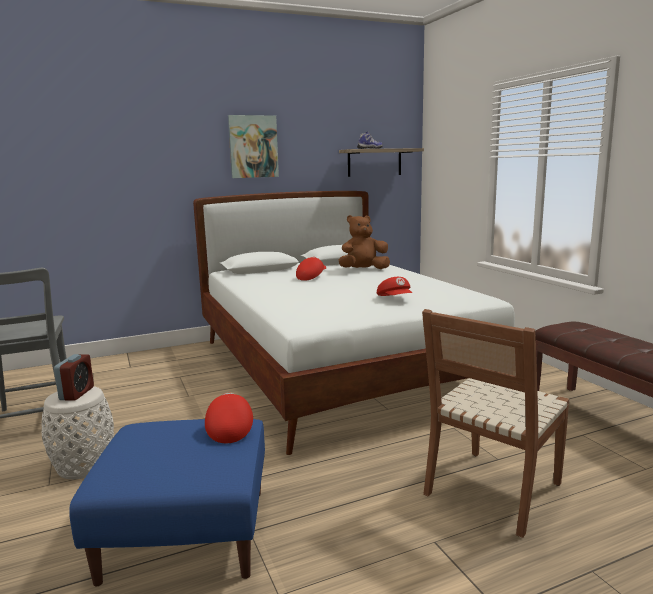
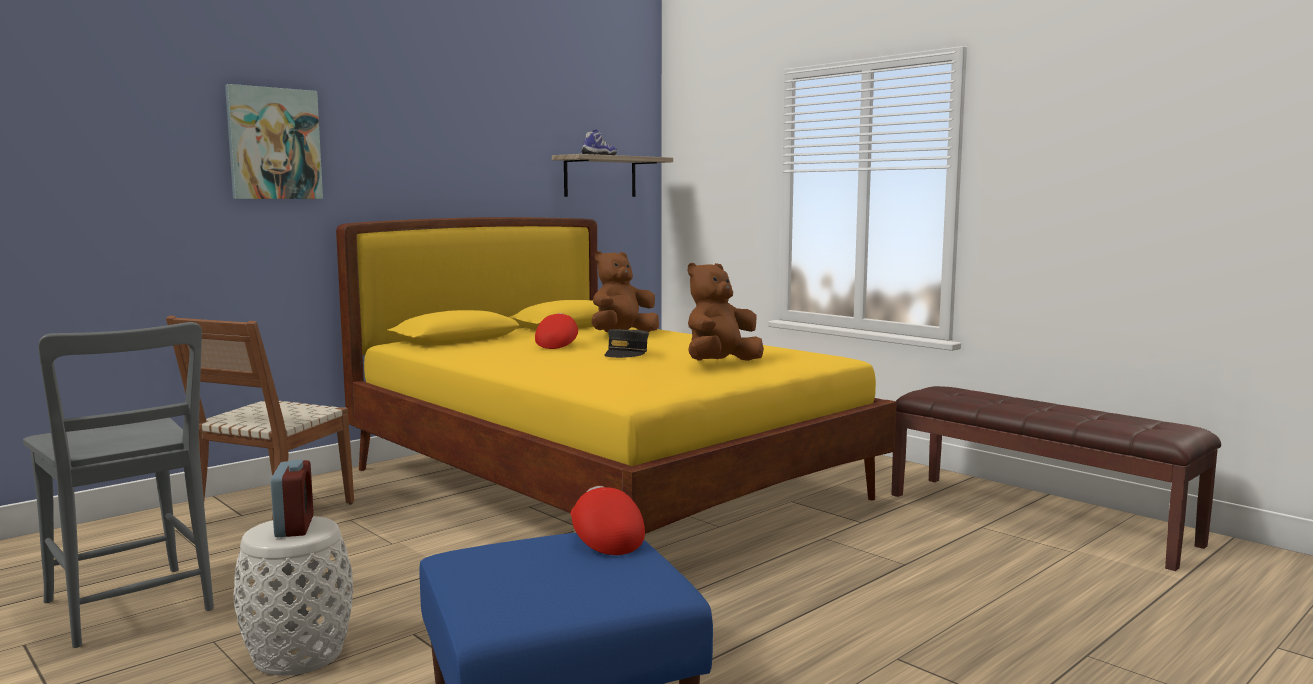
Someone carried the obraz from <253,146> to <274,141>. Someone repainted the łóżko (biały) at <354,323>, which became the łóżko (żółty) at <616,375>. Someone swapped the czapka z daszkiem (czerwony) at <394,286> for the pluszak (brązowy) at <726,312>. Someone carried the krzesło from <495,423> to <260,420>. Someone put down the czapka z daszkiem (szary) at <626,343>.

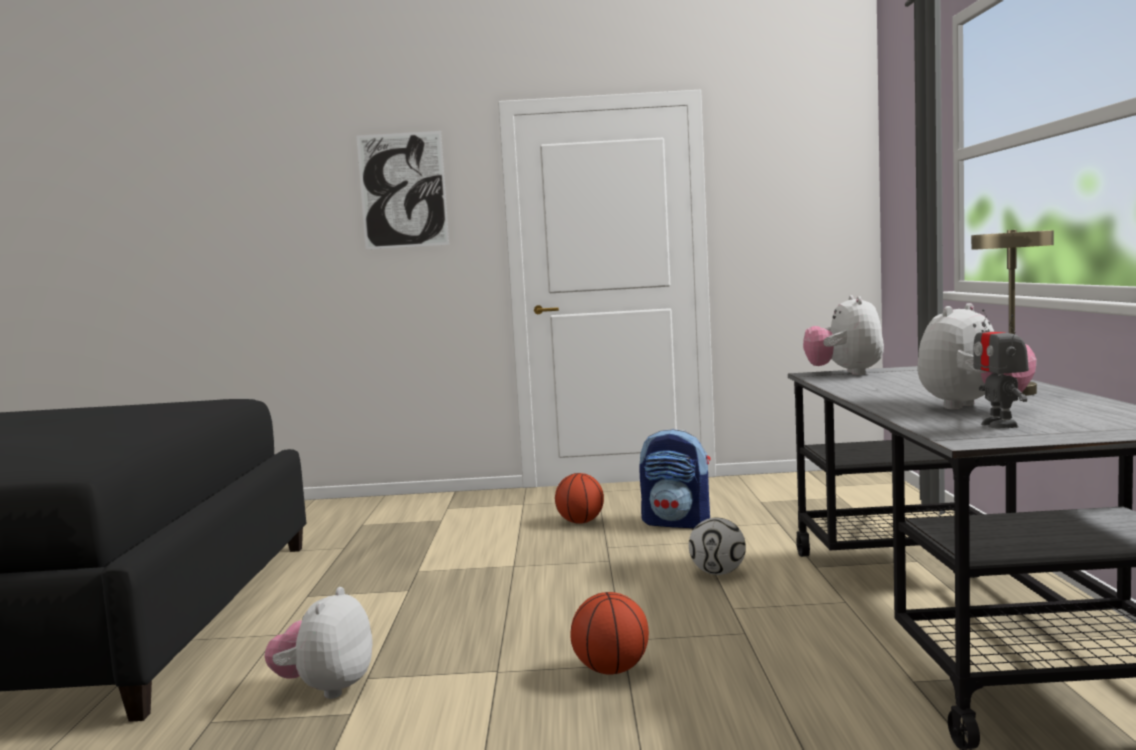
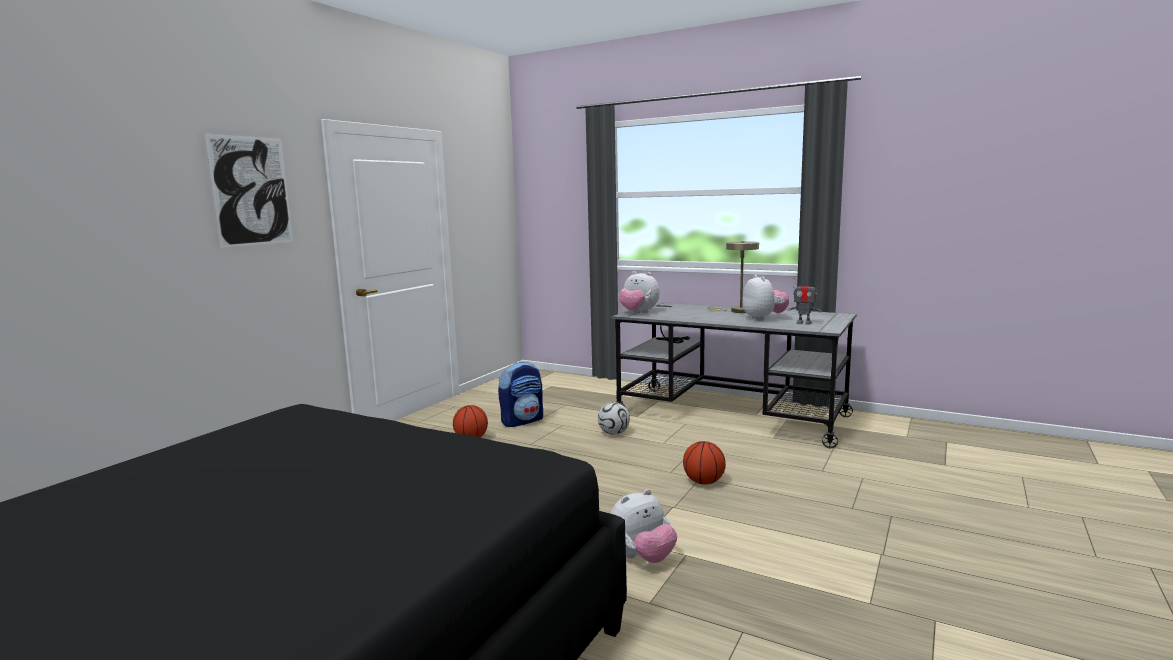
Someone rotated the pluszak at <319,643> by 75 degrees counterclockwise.

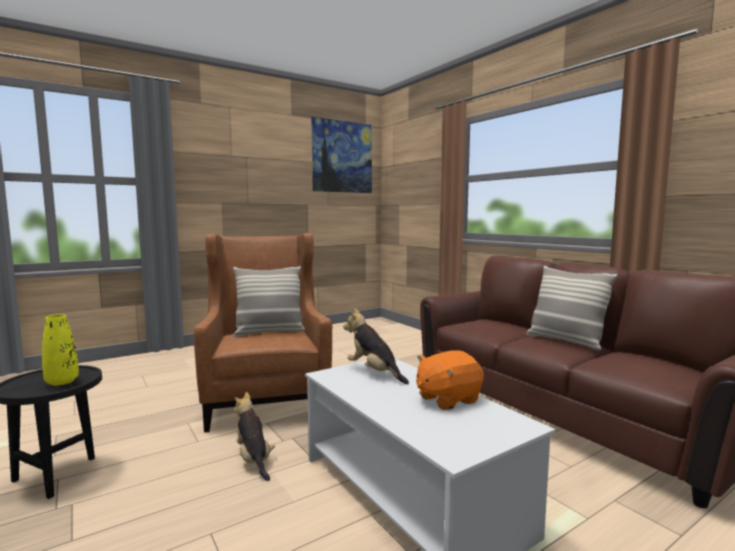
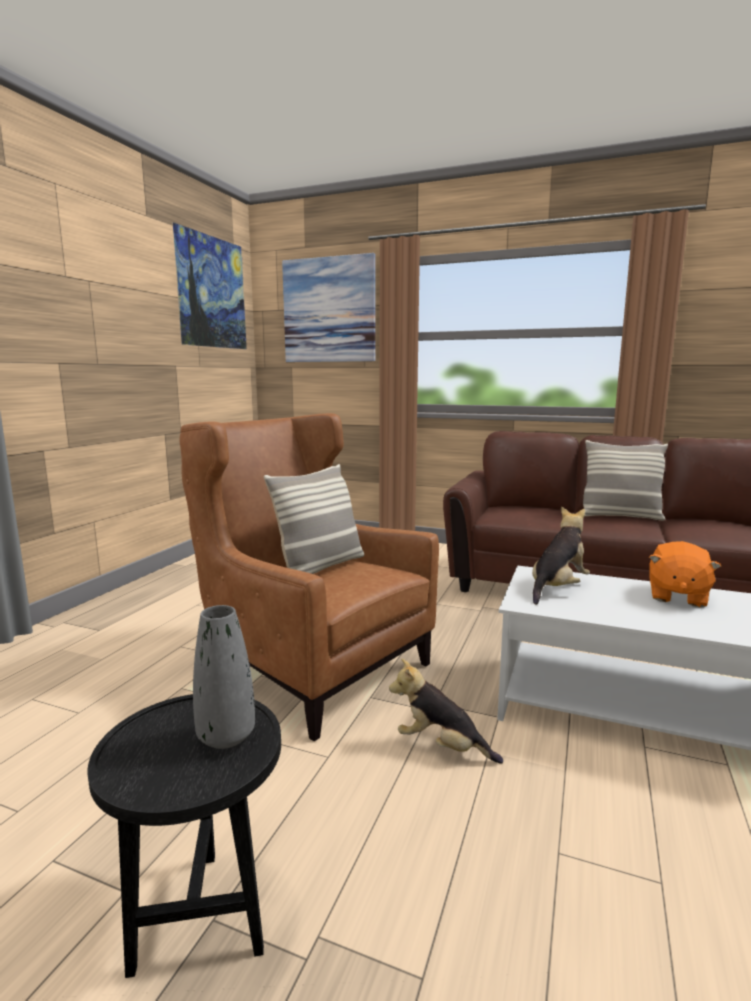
Someone rotated the pluszak at <376,346> by 120 degrees clockwise. Someone repainted the wazon (żółty) at <60,350>, which became the wazon (szary) at <224,677>. Someone put up the obraz at <328,307>.

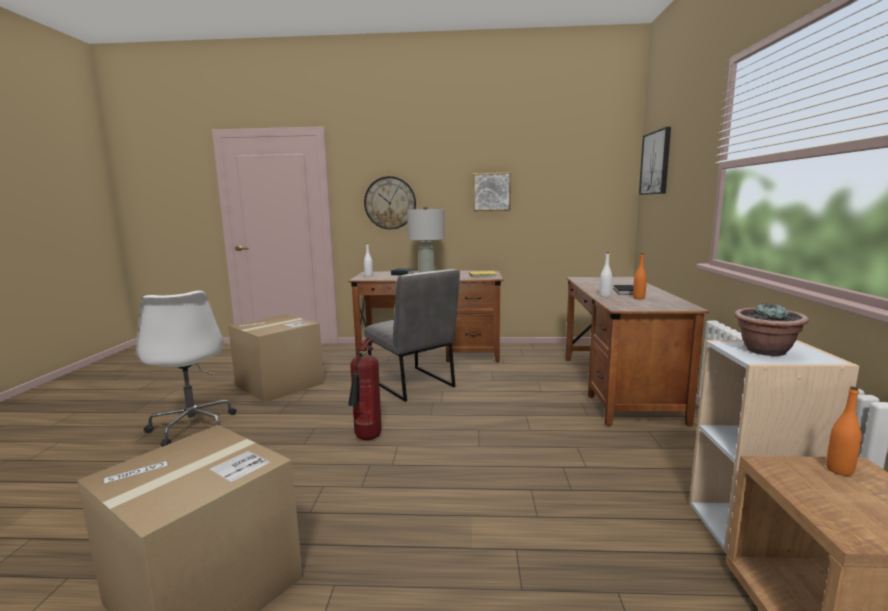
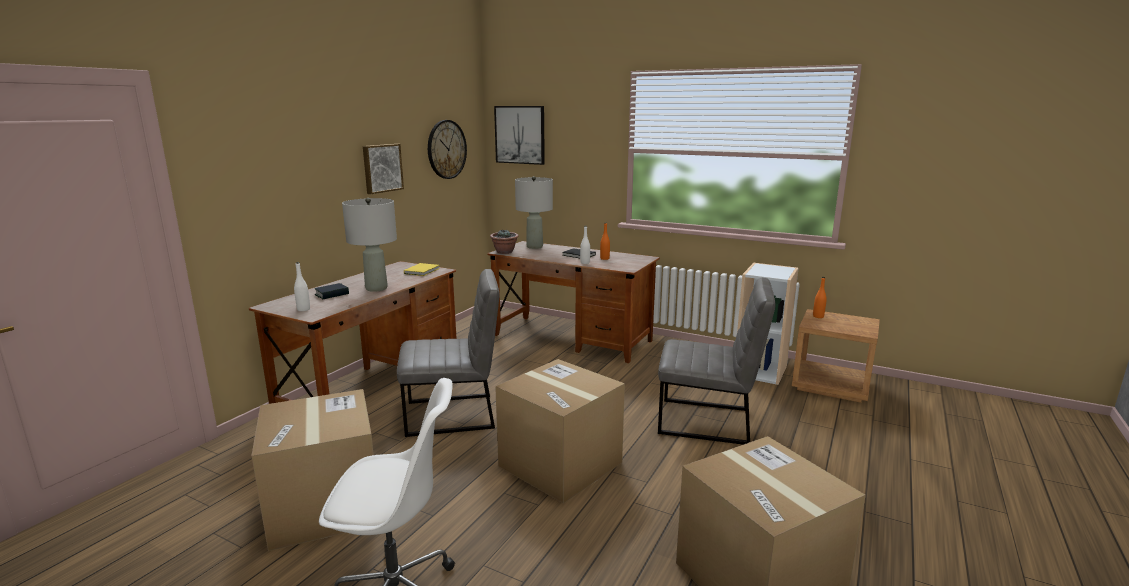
Someone carried the zegar ścienny from <390,203> to <447,149>. Someone carried the roślina doniczkowa from <771,329> to <504,241>. Someone swapped the gaśnica at <365,389> for the karton at <560,431>. Someone put down the lampa stołowa (szary) at <534,212>. Someone put down the krzesło (szary) at <717,361>.

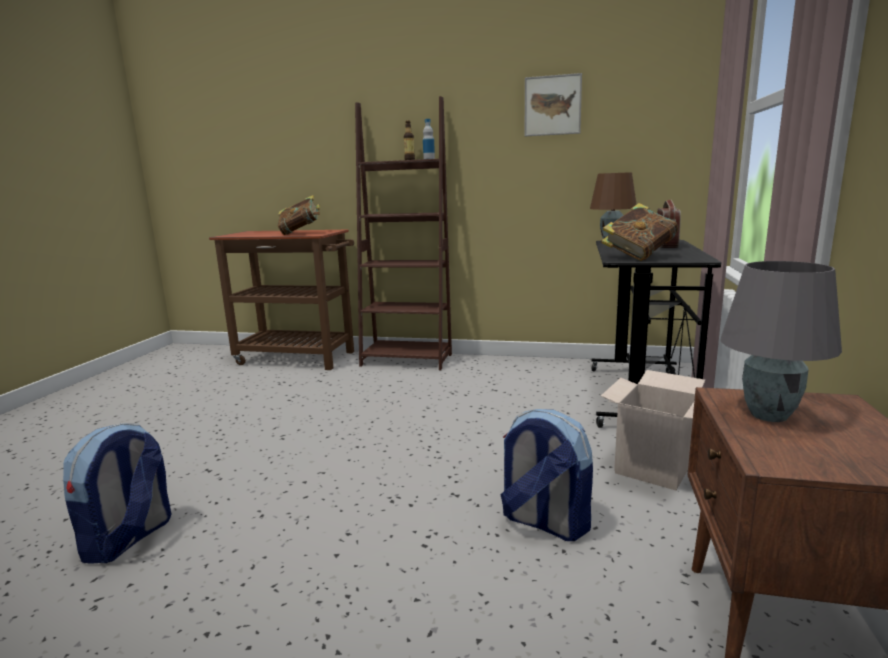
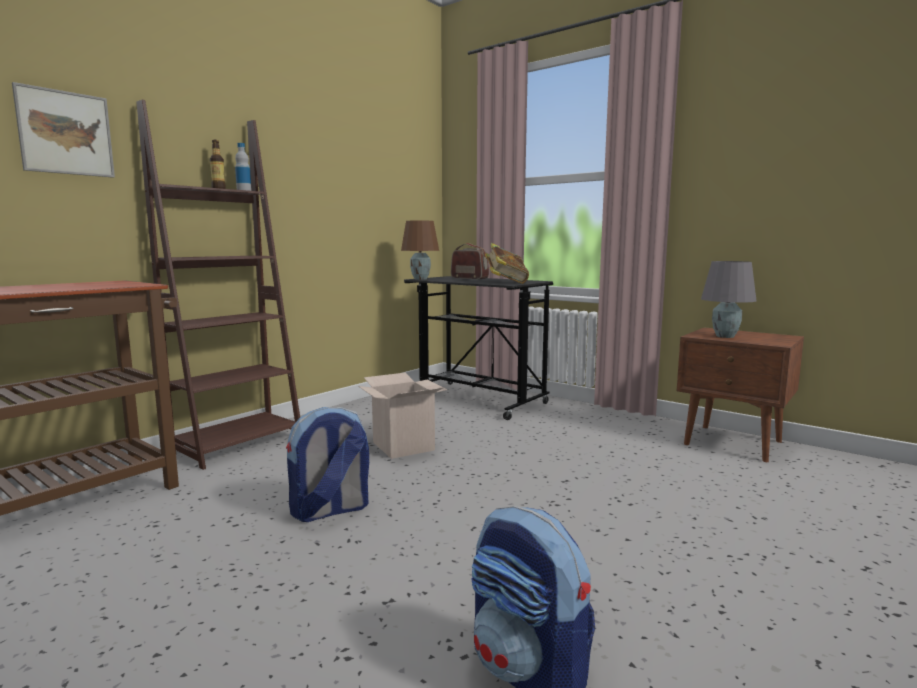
Someone carried the obraz from <553,104> to <63,130>. Someone took away the książka at <298,215>. Someone carried the karton from <653,430> to <402,416>. Someone carried the plecak from <546,475> to <327,464>.

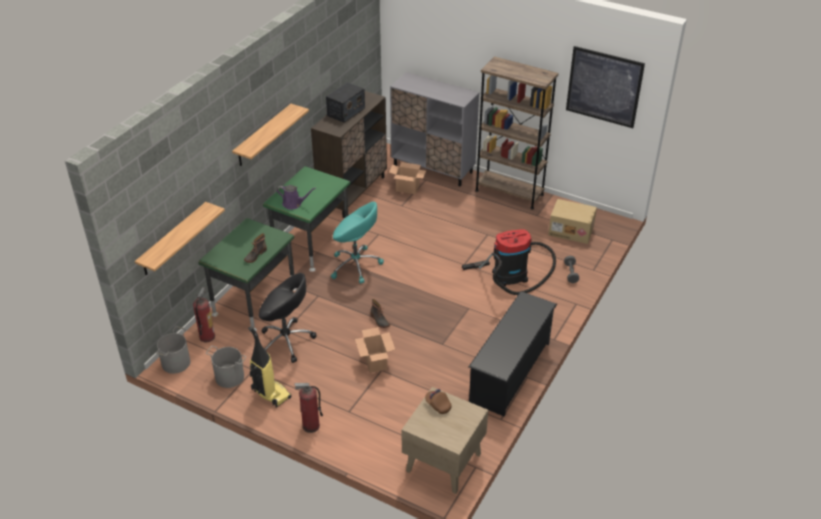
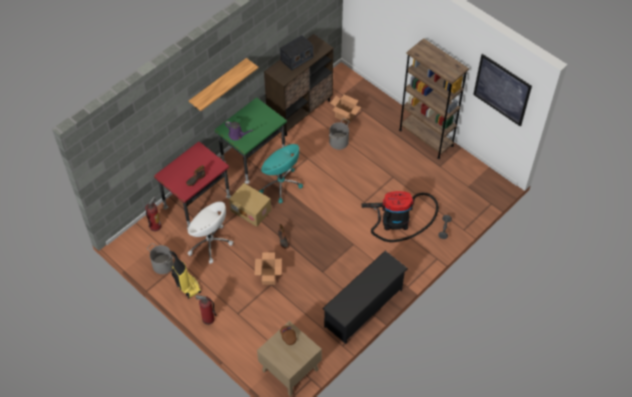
Someone took away the szafka (szary) at <434,129>. Someone carried the karton from <572,221> to <250,205>. Someone took away the półka at <180,238>. Someone repainted the biurko (zielony) at <247,275>, which became the biurko (czerwony) at <192,185>. Someone repainted the krzesło biurowe (czarny) at <287,318>, which became the krzesło biurowe (biały) at <210,233>. Someone carried the wiadro (szary) from <173,350> to <339,134>.

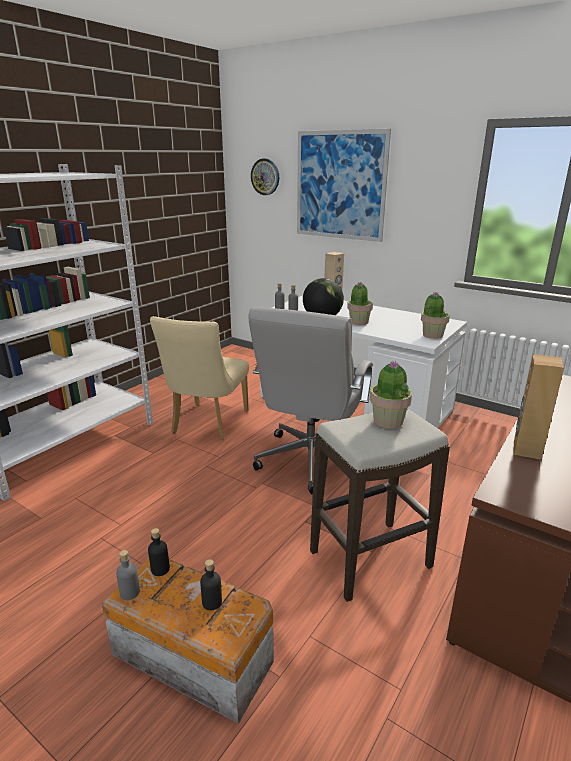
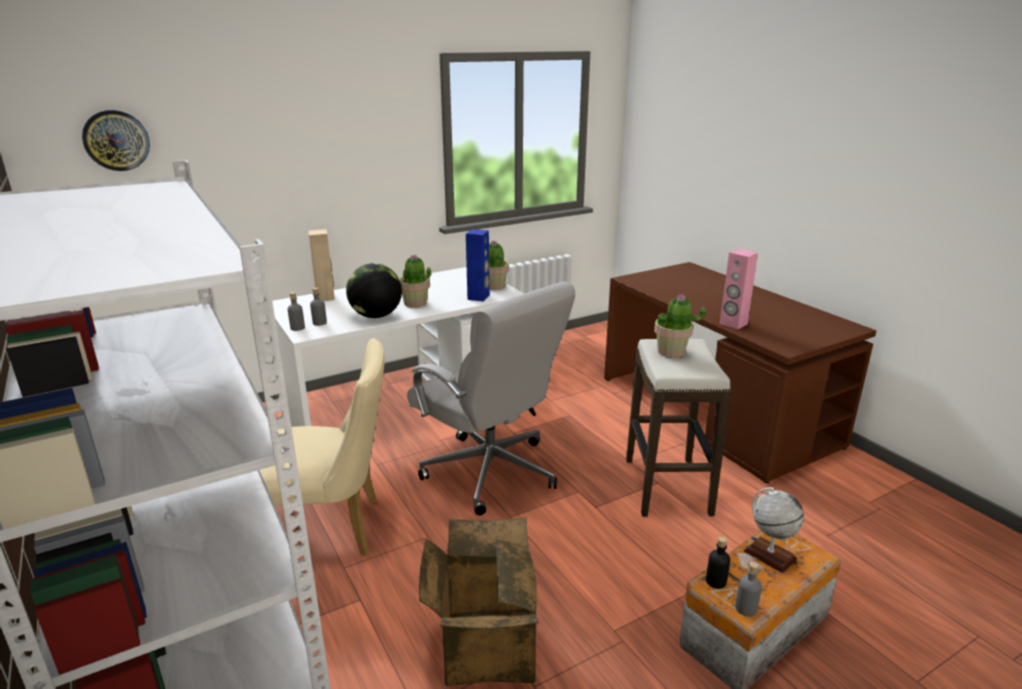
Someone took away the obraz at <344,185>. Someone rotated the krzesło (beżowy) at <199,378> by 45 degrees counterclockwise. Someone repainted the głośnik (brązowy) at <539,407>, which became the głośnik (różowy) at <738,289>. Someone swapped the butelka (czarny) at <211,584> for the globus at <774,530>. Someone put down the głośnik (niebieski) at <478,265>. Someone put down the karton at <479,601>.

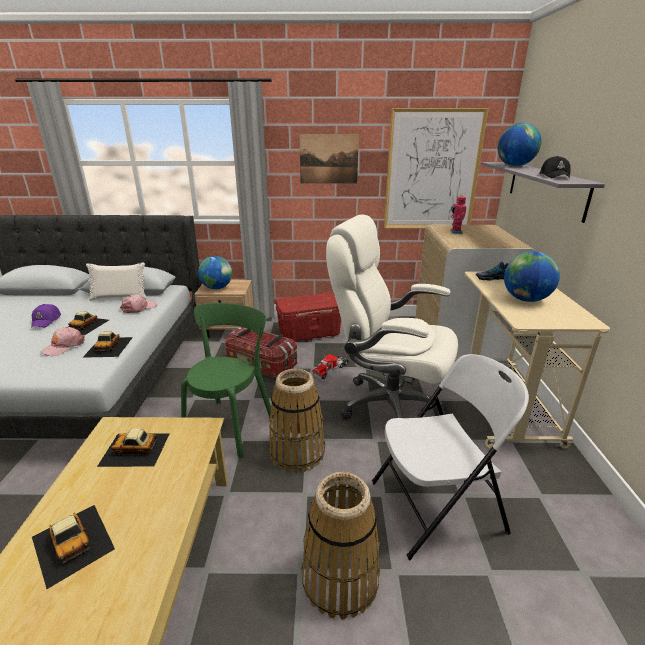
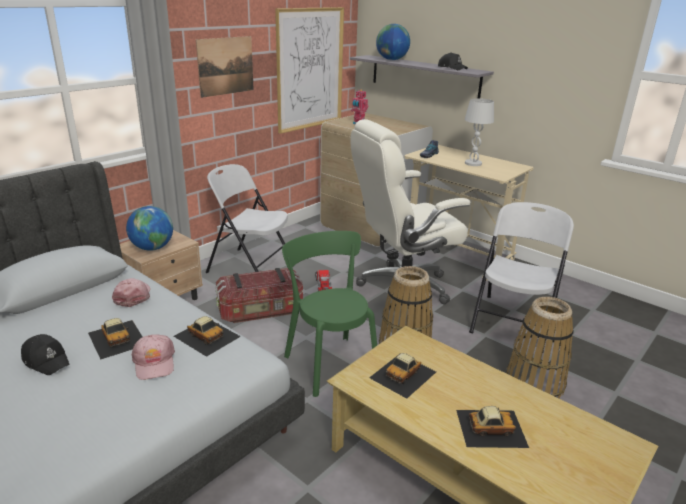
Someone swapped the globus at <532,276> for the lampa stołowa (biały) at <479,132>. Someone took away the poduszka (biały) at <116,281>. Someone swapped the pojemnik do przechowywania (czerwony) at <308,317> for the krzesło (biały) at <247,218>. Someone repainted the czapka z daszkiem (fioletowy) at <46,316>, which became the czapka z daszkiem (czarny) at <45,354>.

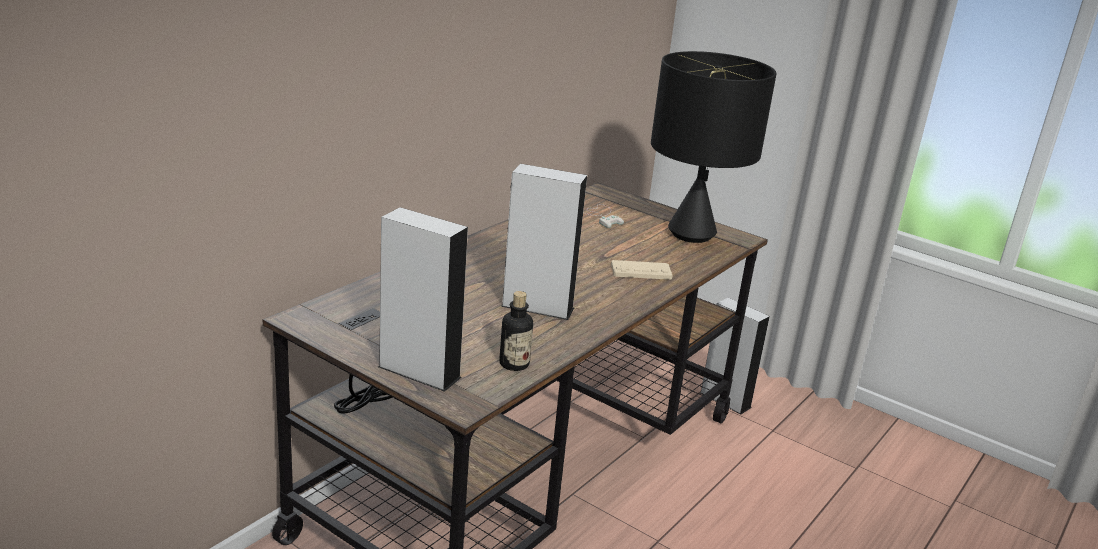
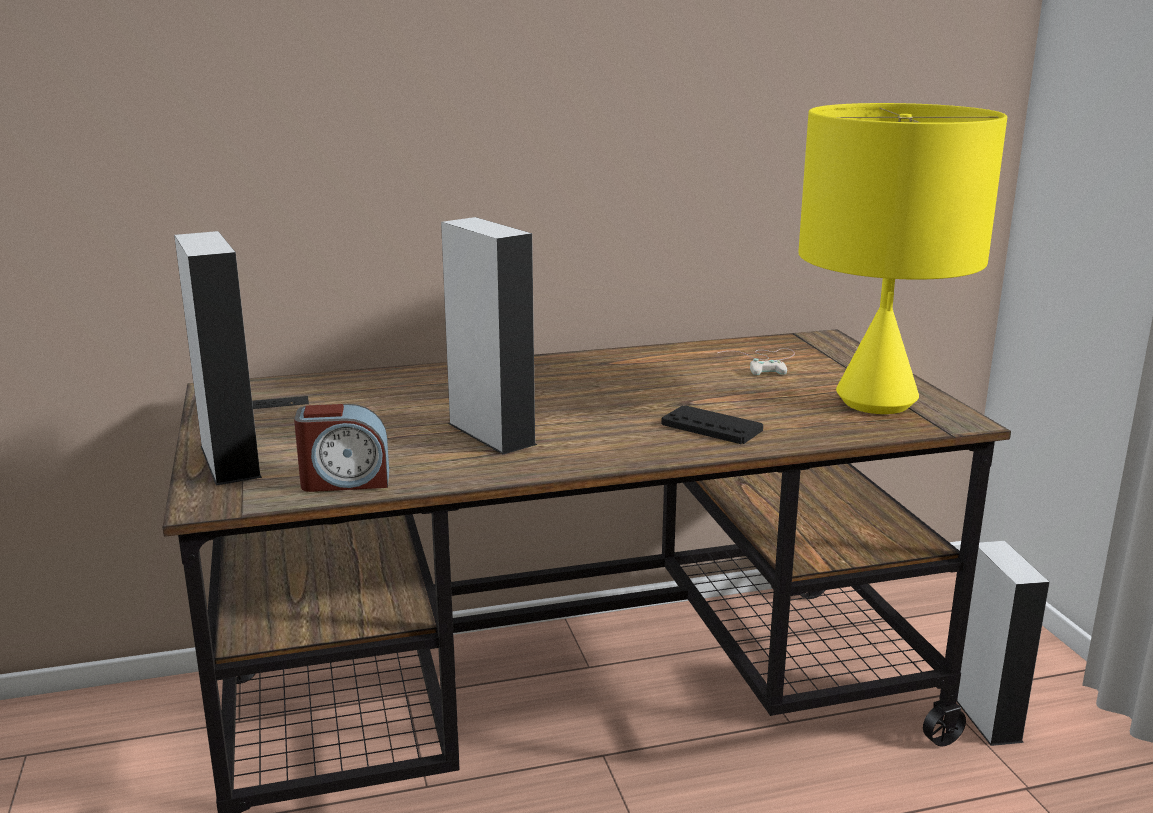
Someone repainted the lampa stołowa (czarny) at <714,147>, which became the lampa stołowa (żółty) at <902,258>. Someone repainted the pad do gier (beżowy) at <641,270>, which became the pad do gier (czarny) at <712,424>. Someone swapped the butelka at <516,331> for the budzik at <341,448>.

